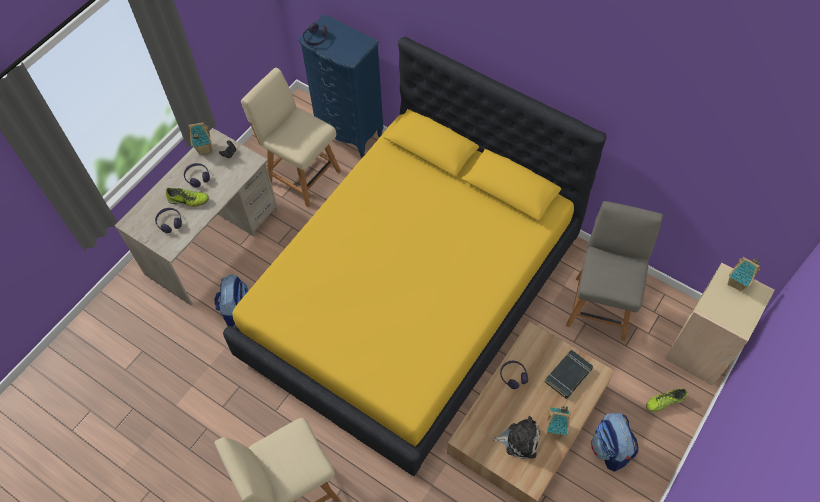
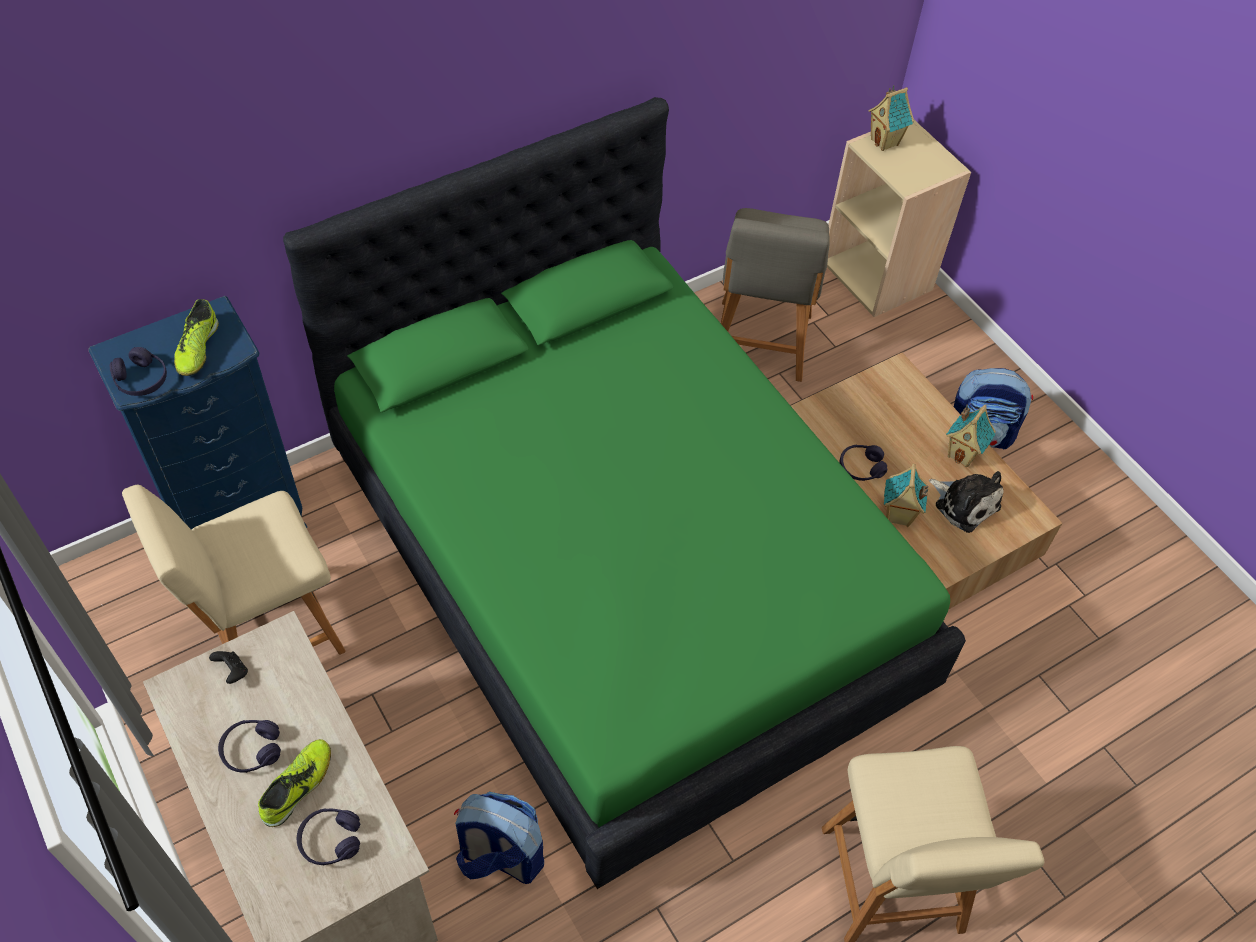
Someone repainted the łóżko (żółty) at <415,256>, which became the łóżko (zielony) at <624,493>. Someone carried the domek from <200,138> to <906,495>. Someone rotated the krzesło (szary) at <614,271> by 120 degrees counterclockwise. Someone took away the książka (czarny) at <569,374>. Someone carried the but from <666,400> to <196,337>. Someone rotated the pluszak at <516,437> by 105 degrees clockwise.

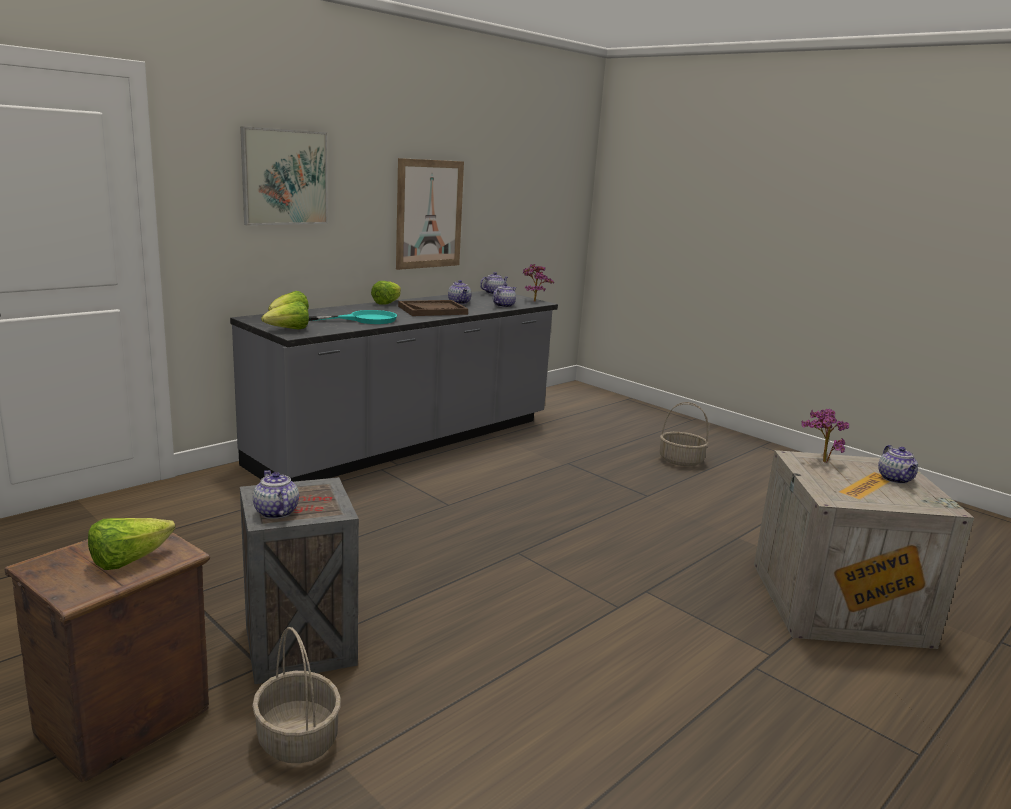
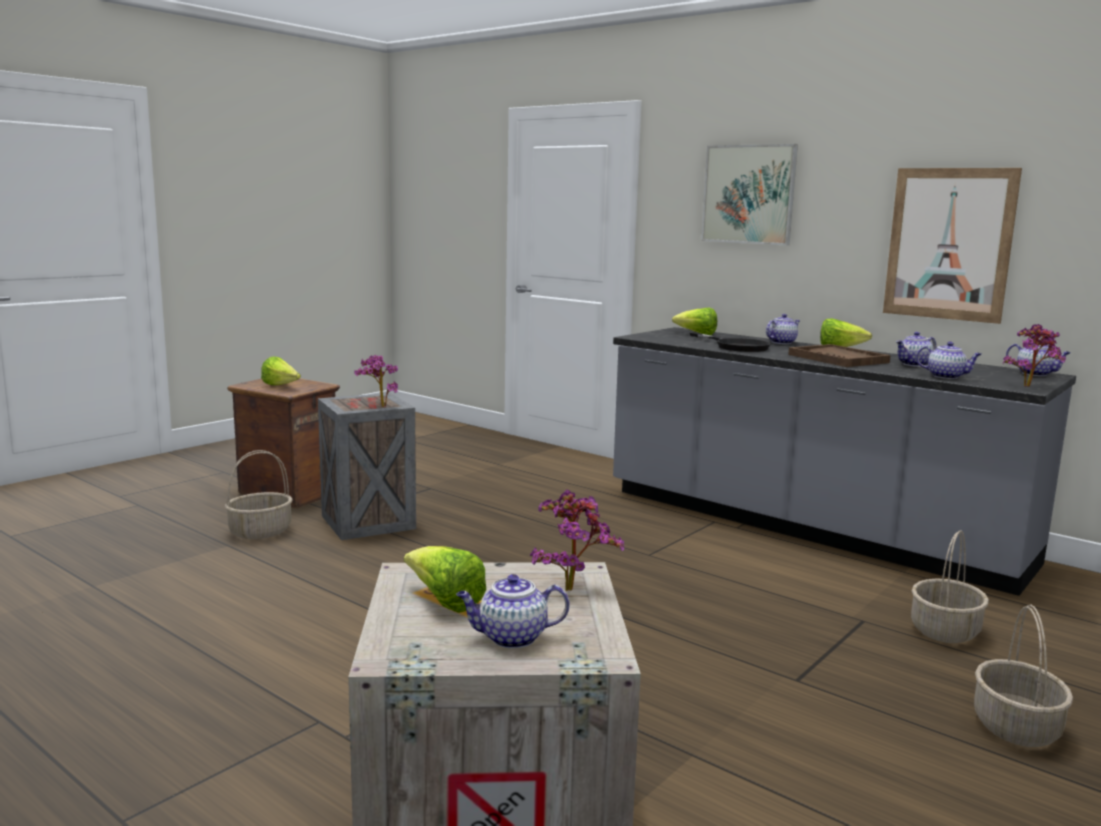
Someone carried the sałata from <285,315> to <445,579>. Someone repainted the patelnia (turkusowy) at <353,317>, which became the patelnia (czarny) at <730,342>. Someone carried the imbryk from <276,494> to <783,329>. Someone put down the roślina doniczkowa at <376,381>. Someone put down the koszyk at <950,586>.

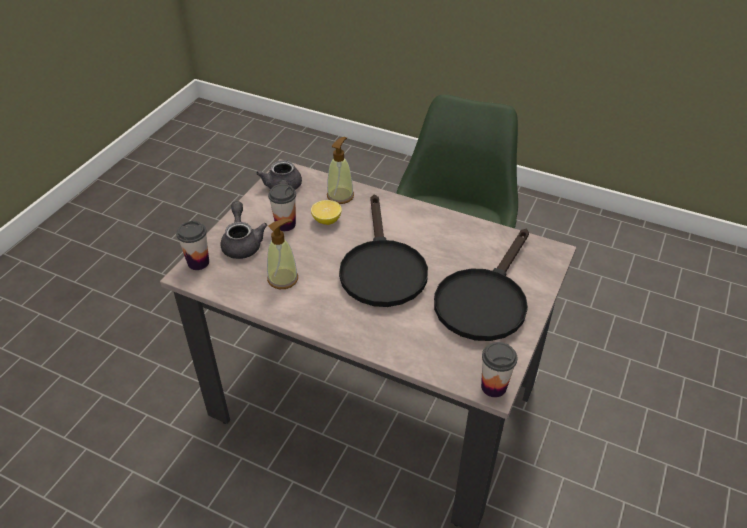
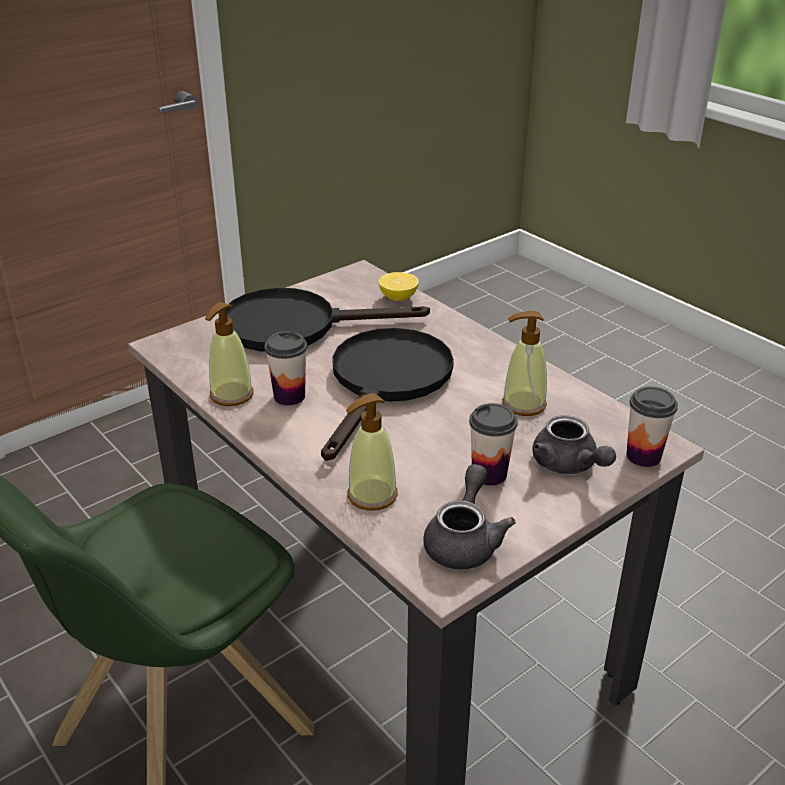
Someone carried the cytryna from <326,212> to <399,286>. Someone rotated the imbryk (szary) at <244,230> by 45 degrees counterclockwise. Someone rotated the patelnia (czarny) at <481,285> by 150 degrees counterclockwise. Someone carried the filiżanka from <499,369> to <286,368>. Someone put down the dozownik mydła at <229,354>.

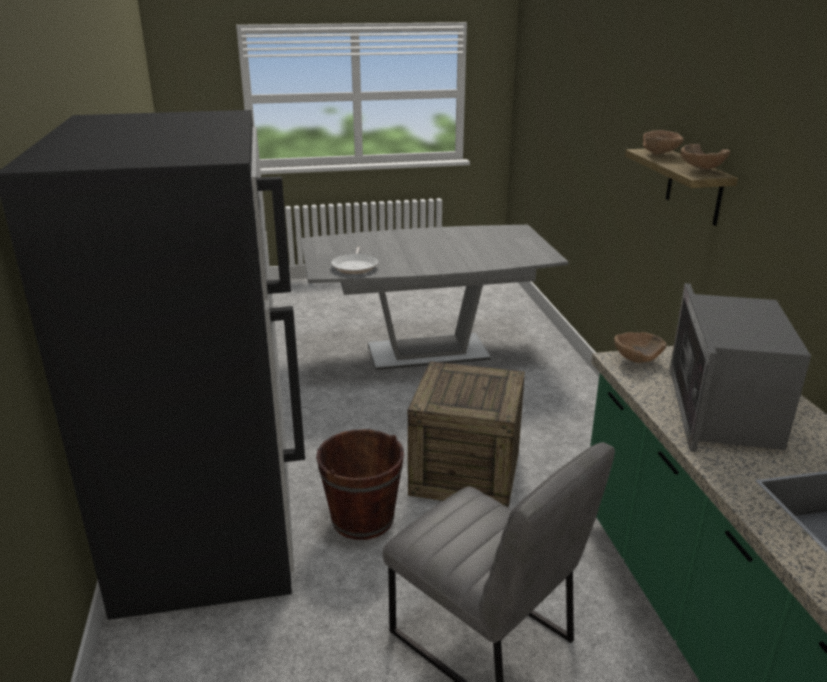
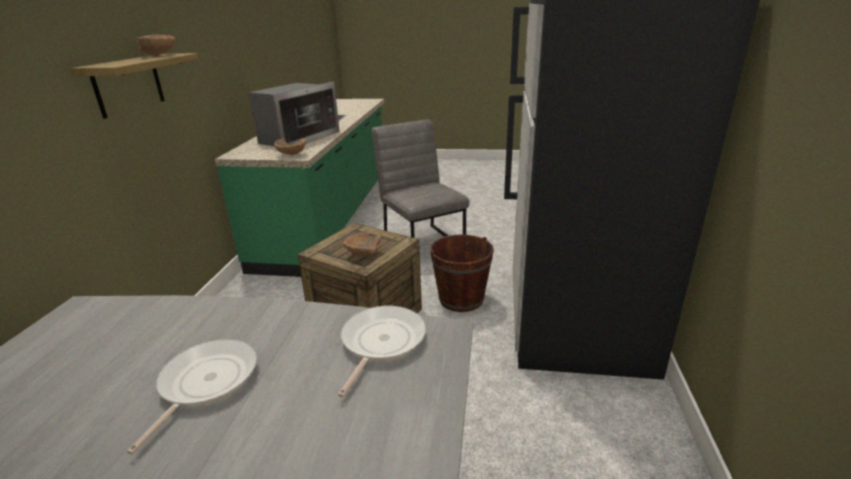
Someone carried the miska (brązowy) from <663,142> to <362,244>. Someone put down the patelnia at <192,396>.

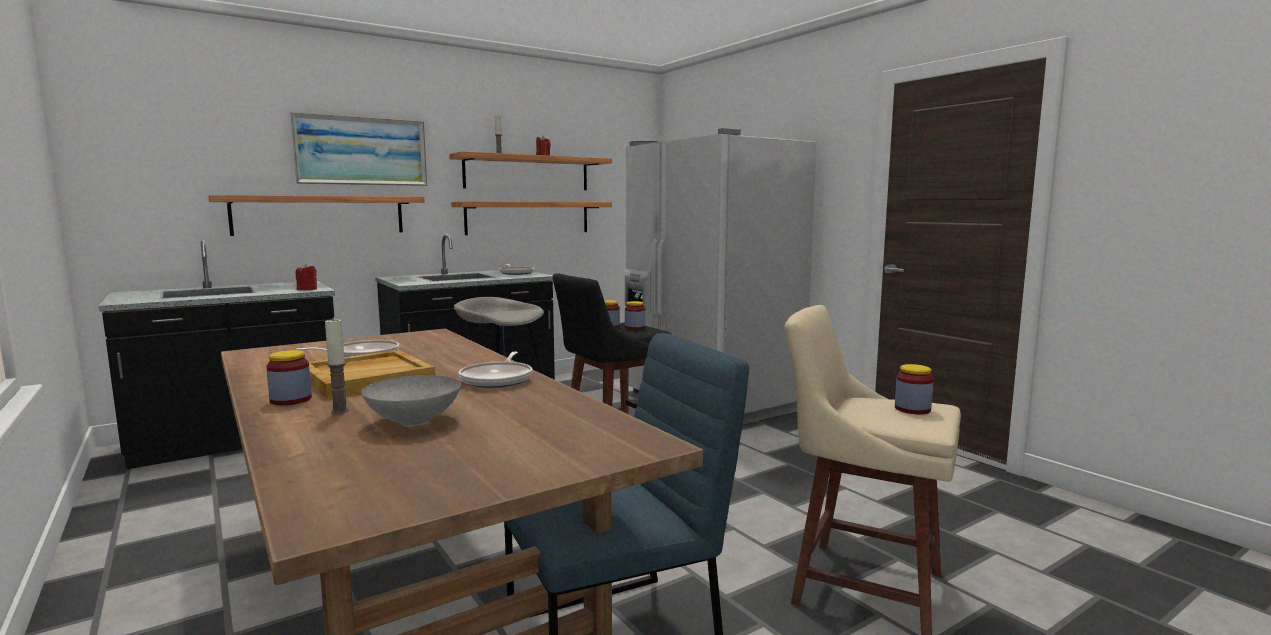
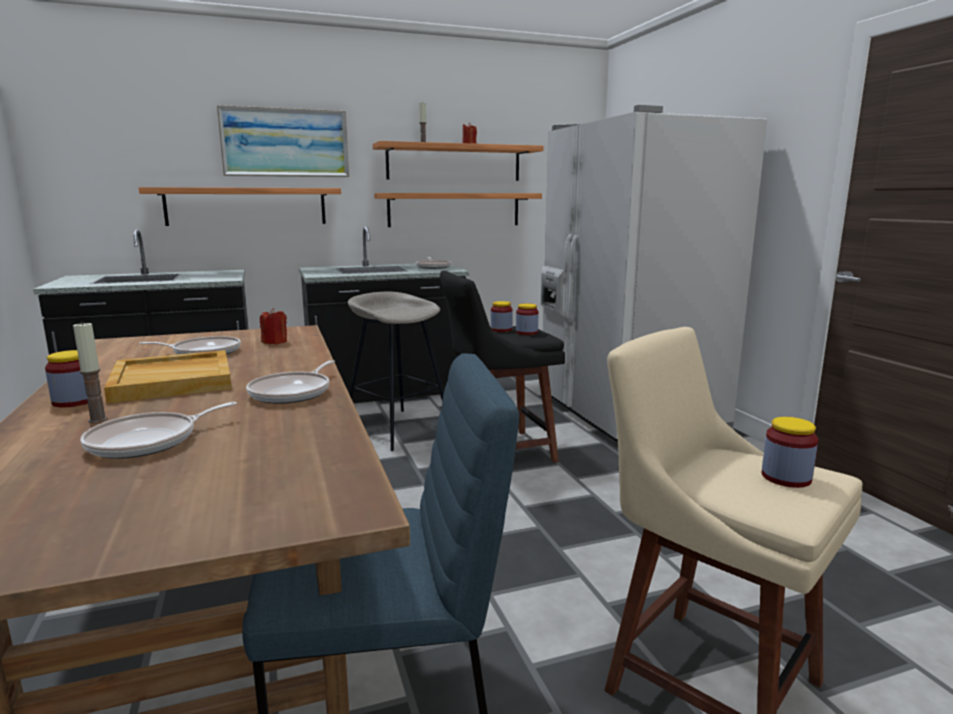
Someone carried the świeca (czerwony) from <306,277> to <273,326>. Someone swapped the miska (szary) at <411,400> for the patelnia at <158,430>.

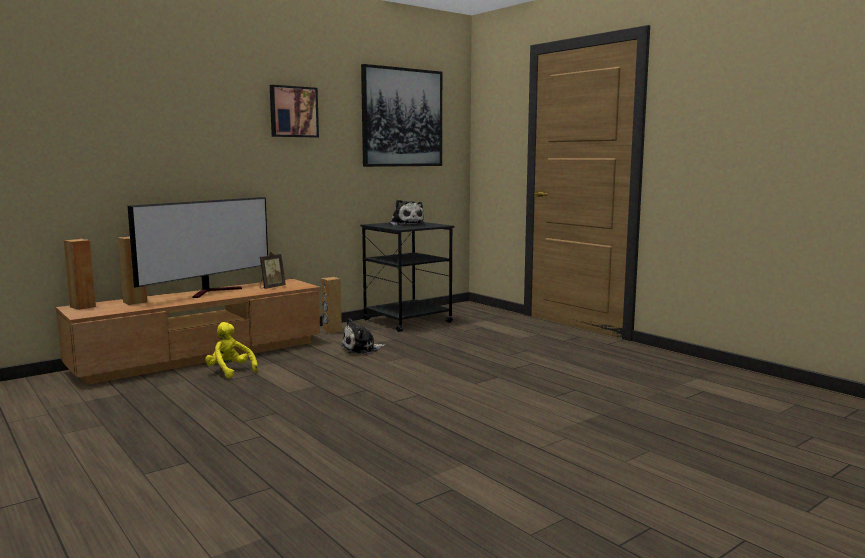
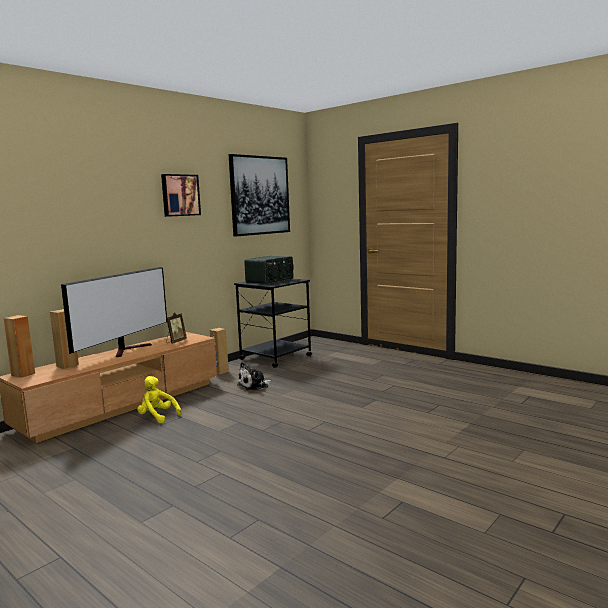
Someone swapped the pluszak at <407,212> for the radio at <269,270>.

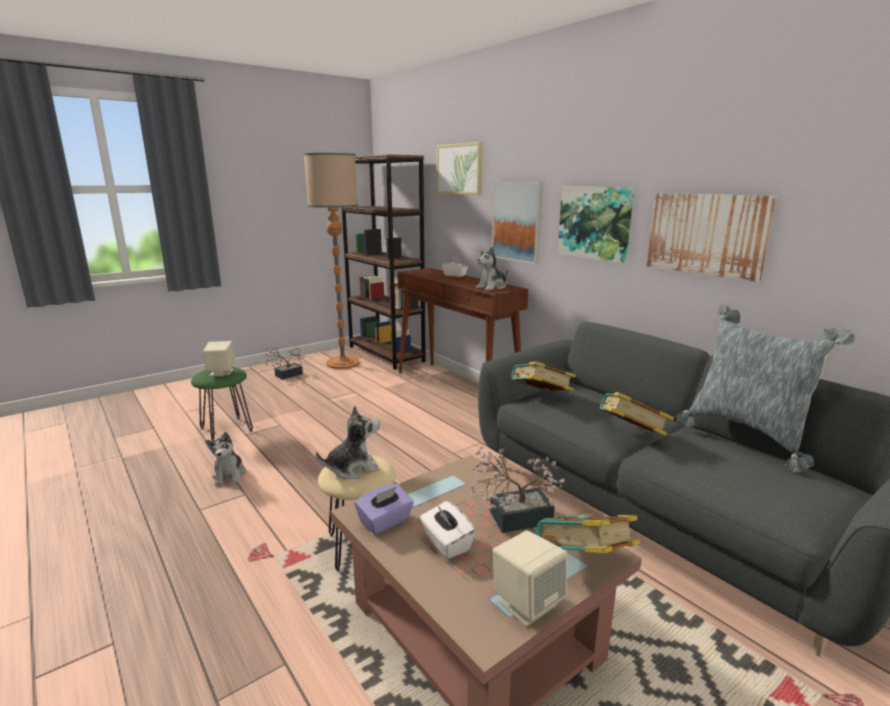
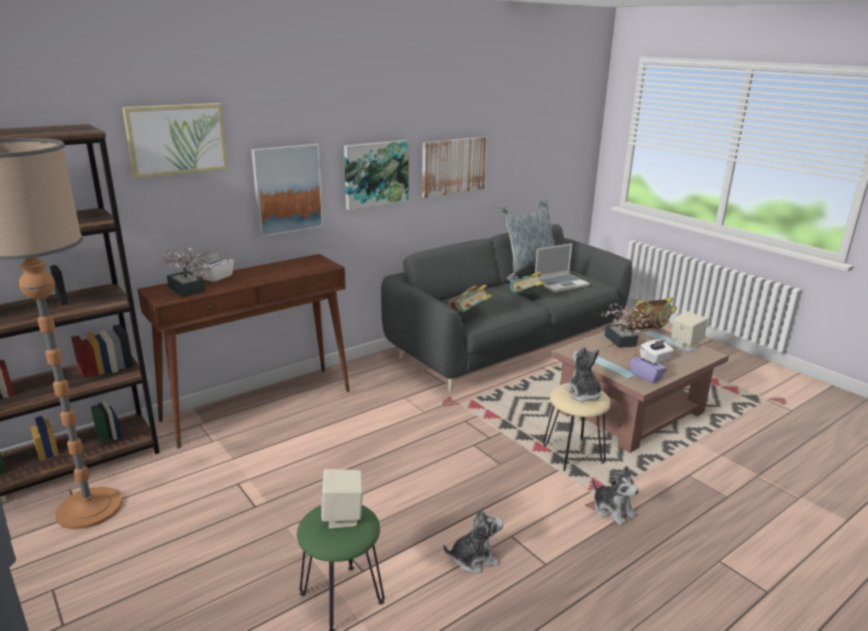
Someone carried the pluszak from <492,268> to <615,496>. Someone carried the roślina doniczkowa from <285,363> to <185,272>. Someone put down the laptop at <562,267>.

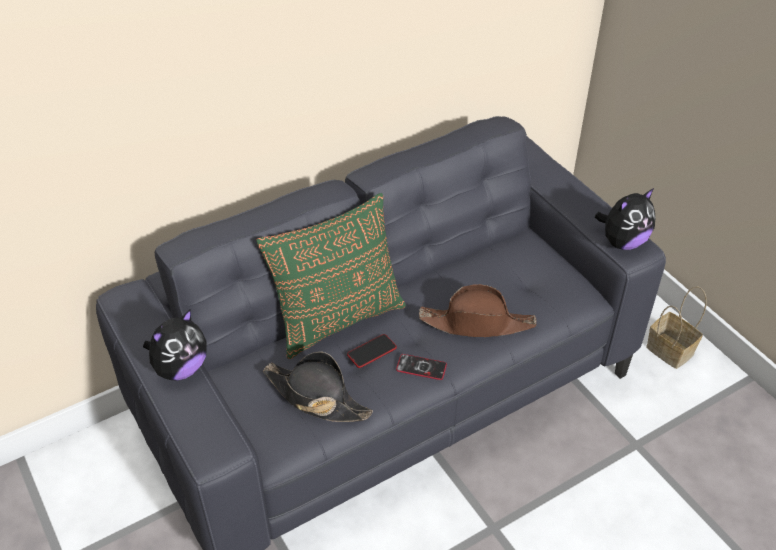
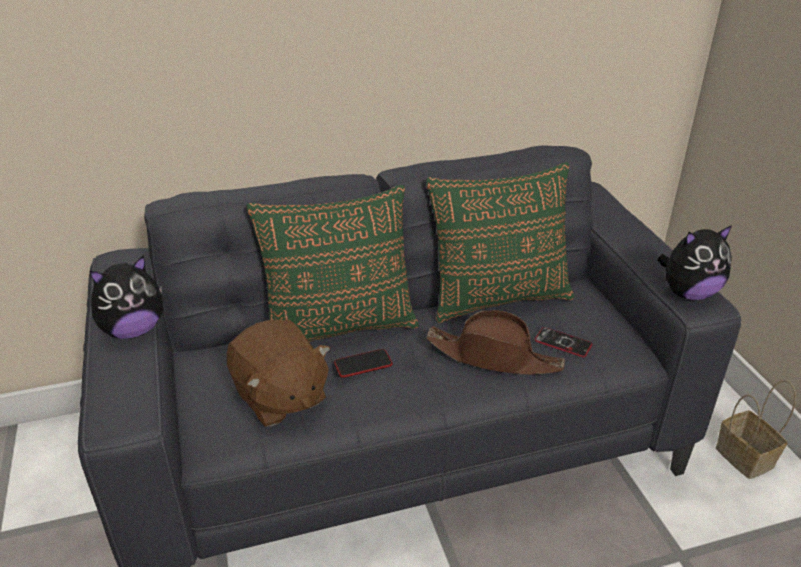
Someone swapped the kapelusz (czarny) at <318,387> for the pluszak (brązowy) at <278,373>. Someone carried the telefon from <421,367> to <563,342>. Someone put down the poduszka (zielony) at <500,242>.

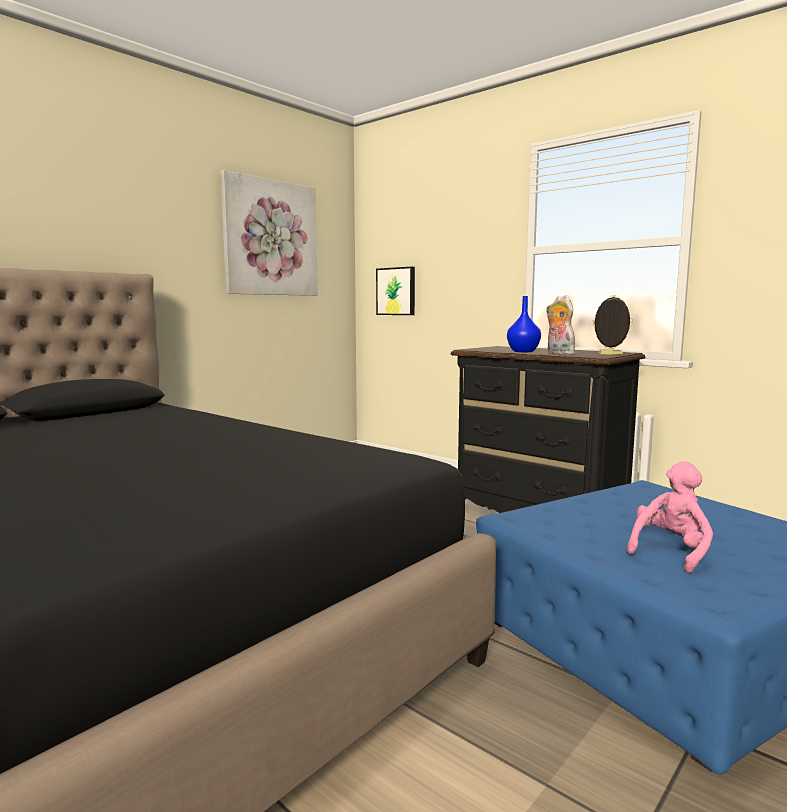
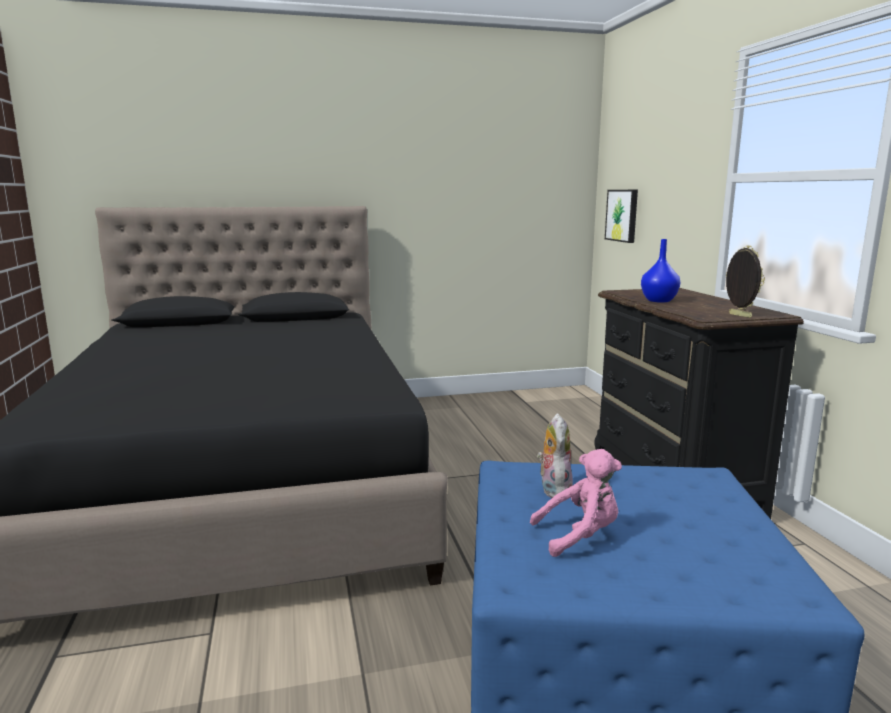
Someone took away the obraz at <269,233>. Someone carried the pluszak from <560,325> to <555,455>.

